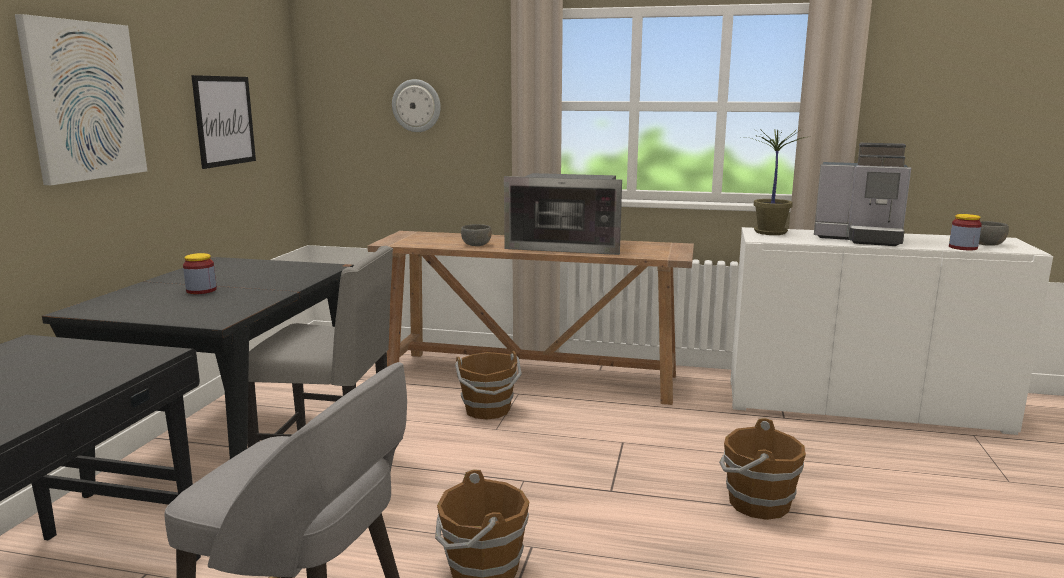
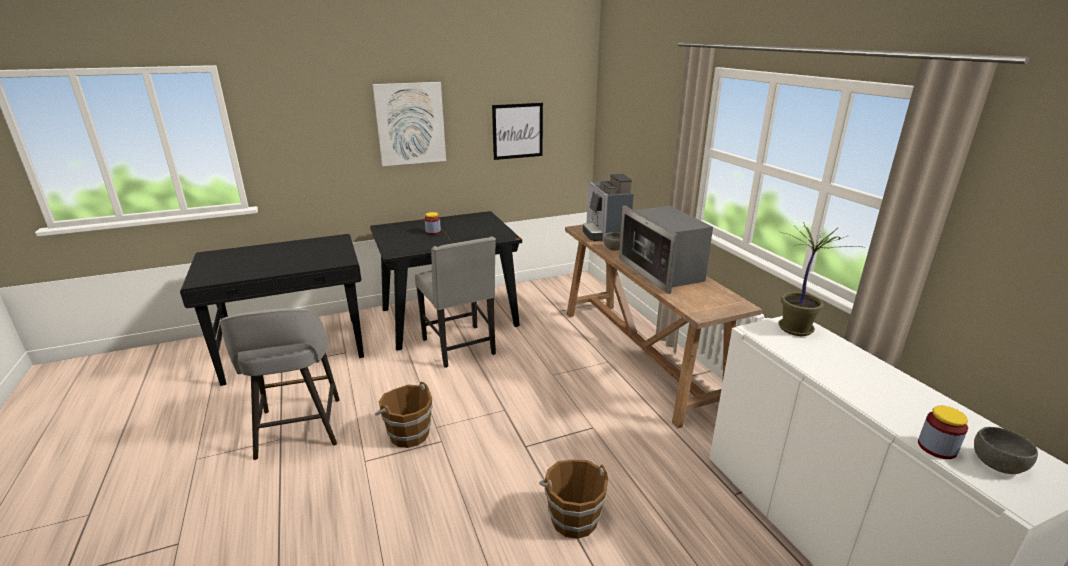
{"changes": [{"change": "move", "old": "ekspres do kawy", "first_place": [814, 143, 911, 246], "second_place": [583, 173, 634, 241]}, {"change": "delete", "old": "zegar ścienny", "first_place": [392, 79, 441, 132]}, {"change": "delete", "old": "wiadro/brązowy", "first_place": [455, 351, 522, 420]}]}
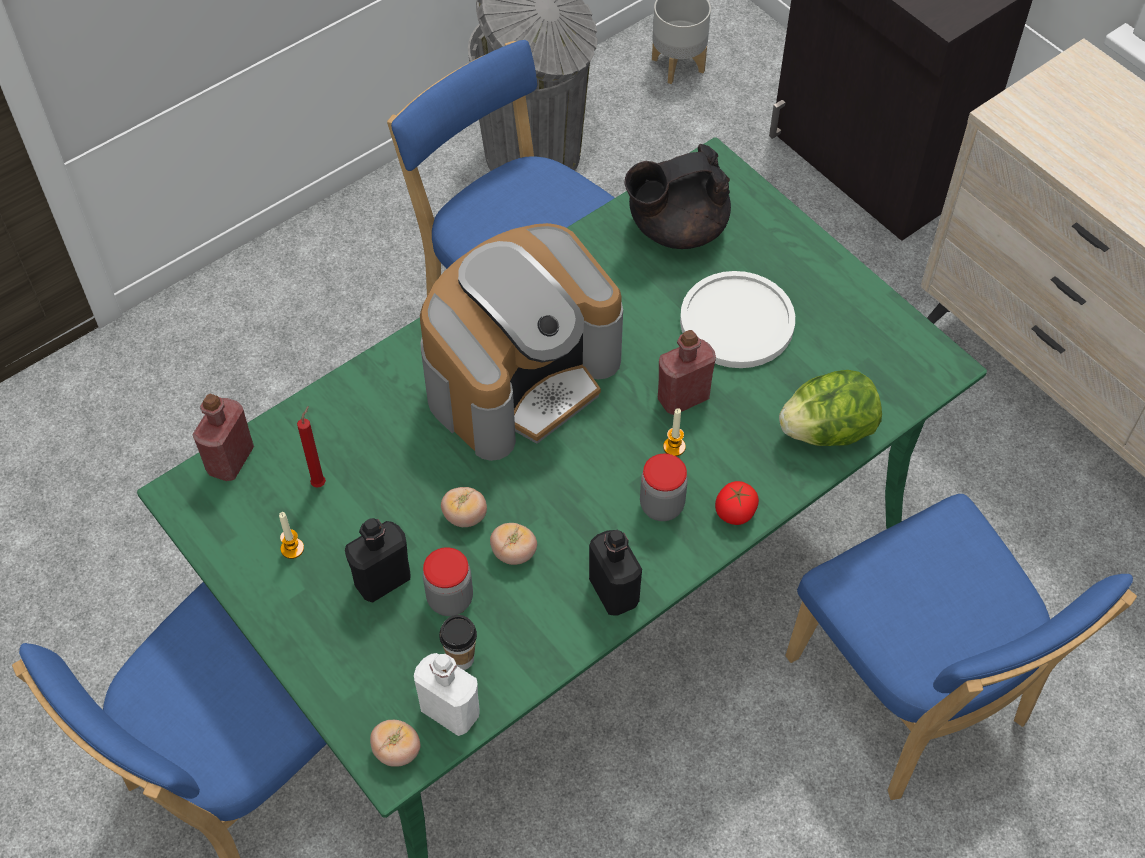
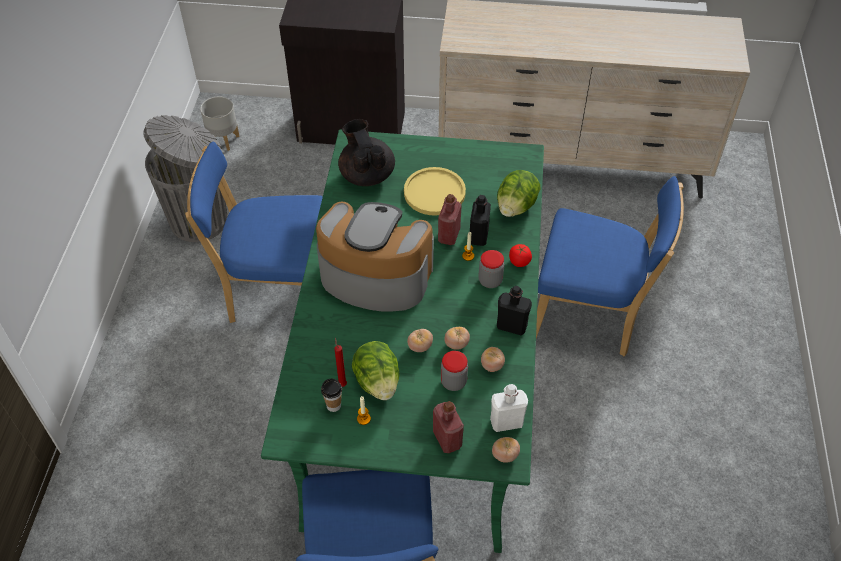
{"changes": [{"change": "rotate", "old": "ekspres do kawy", "first_place": [420, 223, 623, 461], "second_place": [316, 202, 434, 311], "degrees": -75}, {"change": "move", "old": "filiżanka", "first_place": [439, 615, 477, 670], "second_place": [321, 379, 342, 412]}, {"change": "rotate", "old": "imbryk/czarny", "first_place": [625, 144, 731, 249], "second_place": [338, 119, 395, 186], "degrees": 135}, {"change": "insert", "new": "sałata", "second_place": [352, 341, 400, 400]}, {"change": "recolor", "old": "talerz/biały", "new": "talerz/żółty", "first_place": [680, 271, 795, 368], "second_place": [404, 167, 466, 216]}, {"change": "move", "old": "butelka/czerwony", "first_place": [192, 394, 254, 481], "second_place": [433, 401, 464, 453]}, {"change": "move", "old": "butelka/czarny", "first_place": [345, 518, 410, 603], "second_place": [470, 195, 491, 246]}, {"change": "insert", "new": "pomidor", "second_place": [481, 347, 505, 372]}]}
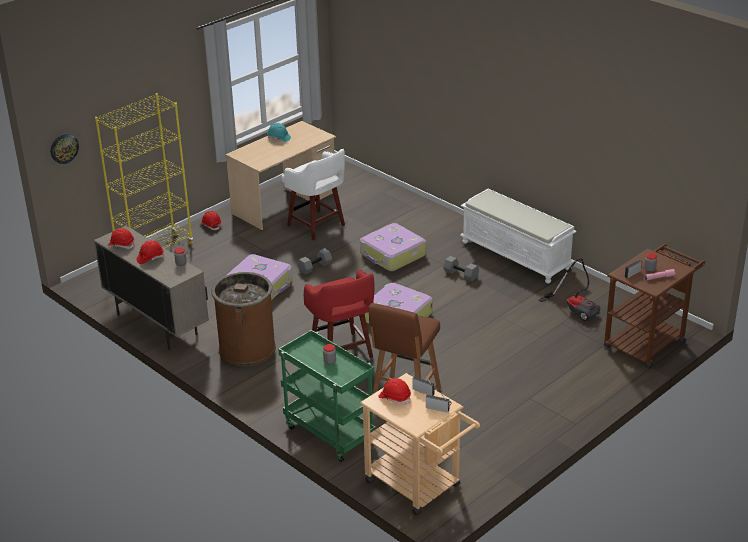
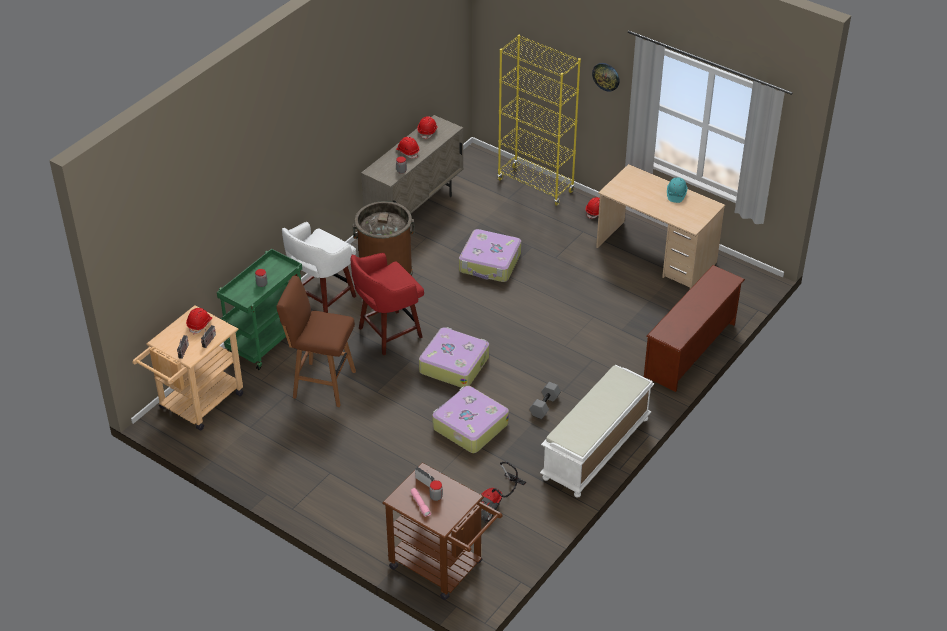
{"changes": [{"change": "move", "old": "stołek/biały", "first_place": [281, 149, 345, 241], "second_place": [282, 222, 356, 313]}, {"change": "move", "old": "walizka", "first_place": [360, 223, 426, 271], "second_place": [432, 386, 509, 453]}, {"change": "move", "old": "zegar ścienny", "first_place": [51, 133, 79, 164], "second_place": [592, 63, 619, 92]}, {"change": "insert", "new": "regał na buty/brązowy", "second_place": [644, 265, 745, 392]}, {"change": "delete", "old": "hantel/szary", "first_place": [297, 248, 332, 275]}]}
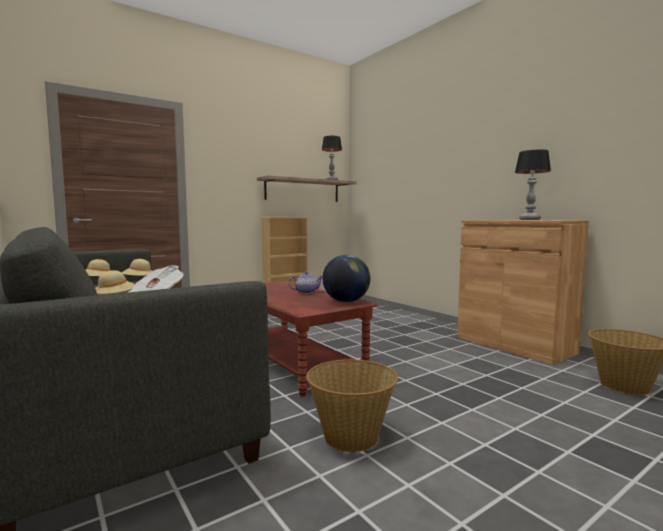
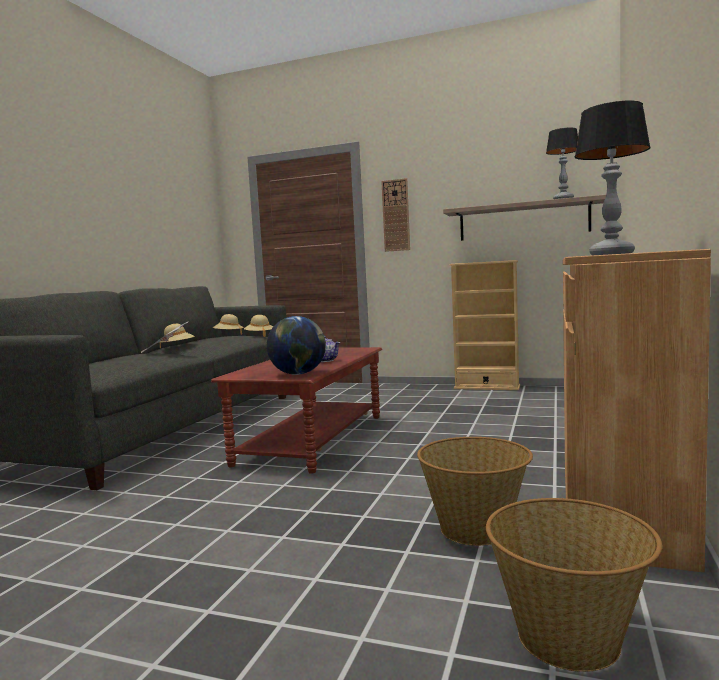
{"changes": [{"change": "insert", "new": "zegar ścienny", "second_place": [381, 178, 410, 252]}, {"change": "move", "old": "koszyk", "first_place": [306, 359, 398, 452], "second_place": [417, 437, 533, 546]}]}
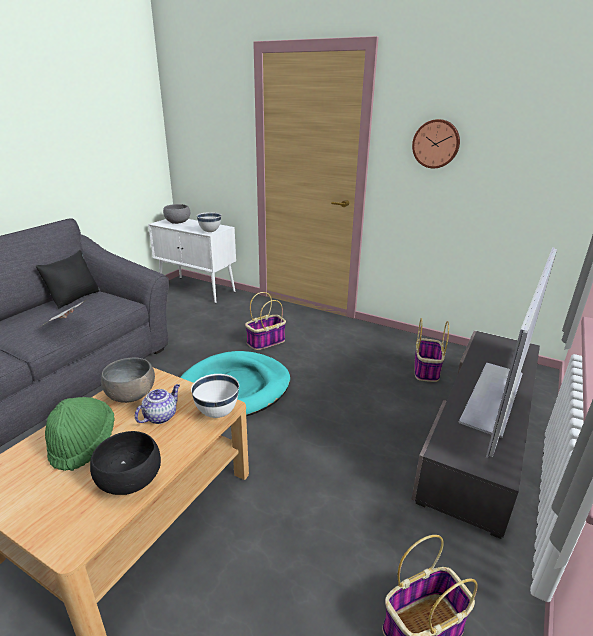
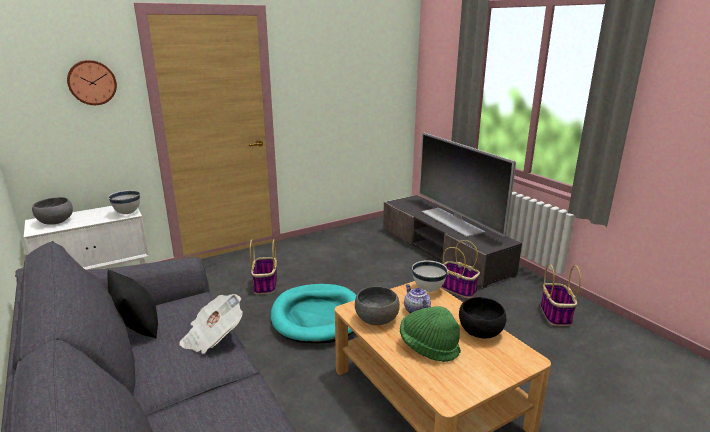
{"changes": [{"change": "move", "old": "zegar ścienny", "first_place": [412, 119, 460, 168], "second_place": [67, 60, 117, 105]}, {"change": "move", "old": "koszyk", "first_place": [414, 318, 449, 382], "second_place": [441, 240, 480, 298]}]}
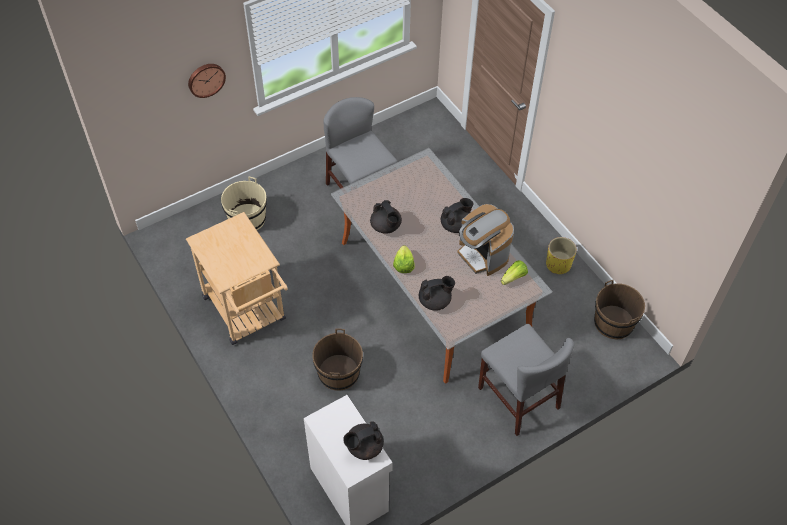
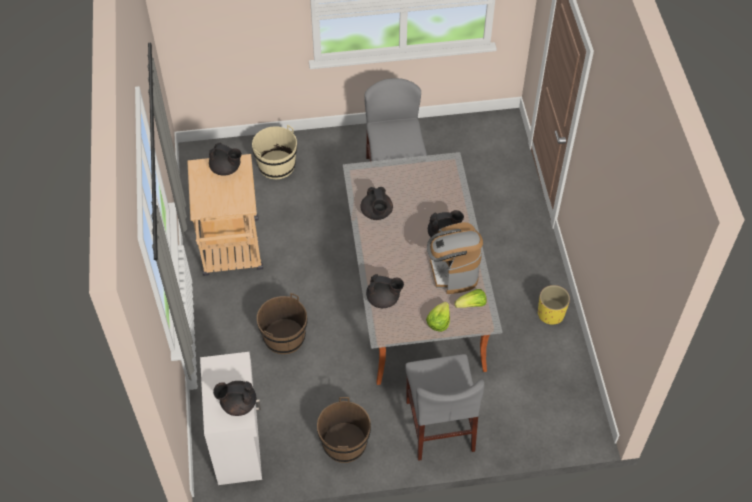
{"changes": [{"change": "insert", "new": "imbryk/czarny", "second_place": [209, 142, 242, 176]}, {"change": "move", "old": "wiadro/brązowy", "first_place": [594, 280, 645, 339], "second_place": [317, 397, 371, 463]}, {"change": "move", "old": "sałata", "first_place": [393, 245, 415, 273], "second_place": [426, 302, 450, 332]}, {"change": "delete", "old": "zegar ścienny", "first_place": [188, 64, 226, 98]}]}
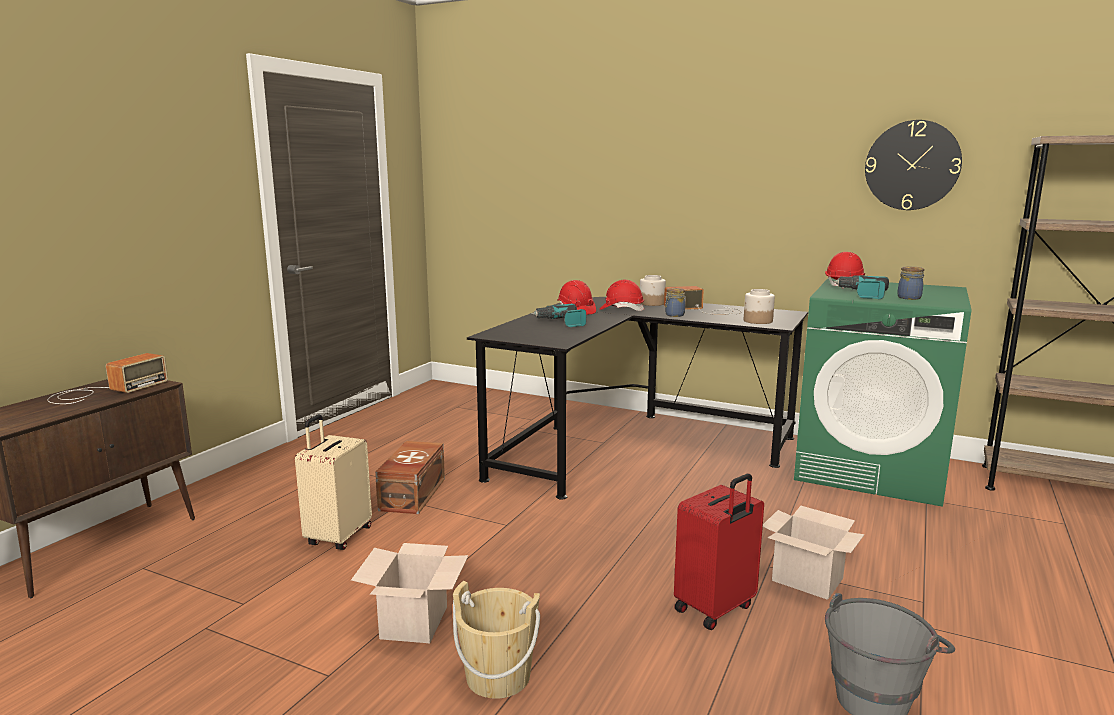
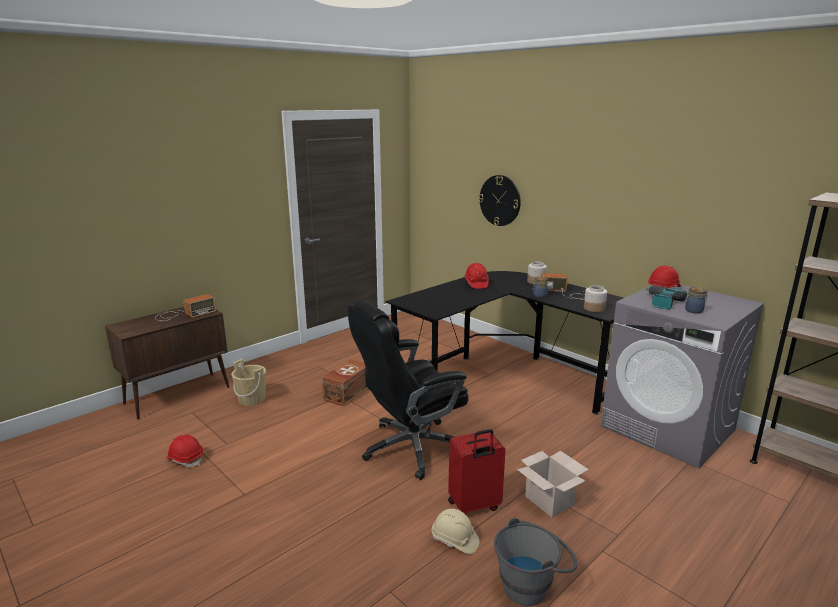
{"changes": [{"change": "move", "old": "kask/czerwony", "first_place": [599, 280, 644, 311], "second_place": [166, 435, 203, 467]}, {"change": "move", "old": "wiadro/beżowy", "first_place": [453, 581, 540, 699], "second_place": [232, 359, 266, 406]}, {"change": "insert", "new": "krzesło biurowe/czarny", "second_place": [347, 300, 469, 480]}, {"change": "insert", "new": "kask/beżowy", "second_place": [432, 509, 479, 554]}, {"change": "move", "old": "zegar ścienny", "first_place": [865, 120, 962, 210], "second_place": [479, 175, 521, 226]}, {"change": "recolor", "old": "pralka/zielony", "new": "pralka/szary", "first_place": [794, 279, 971, 507], "second_place": [601, 285, 764, 469]}, {"change": "delete", "old": "walizka/beżowy", "first_place": [295, 414, 372, 550]}, {"change": "delete", "old": "karton", "first_place": [351, 543, 468, 643]}, {"change": "delete", "old": "wiertarka", "first_place": [531, 304, 586, 327]}]}
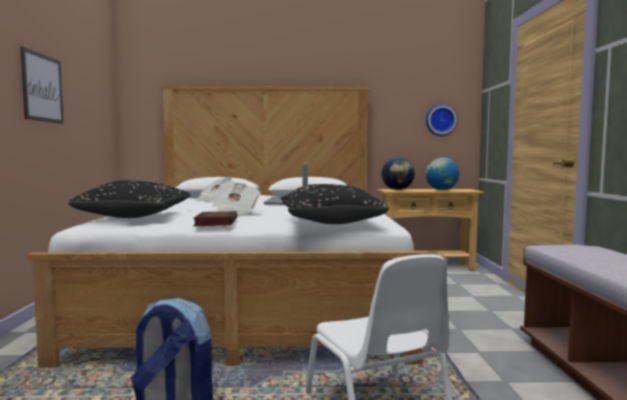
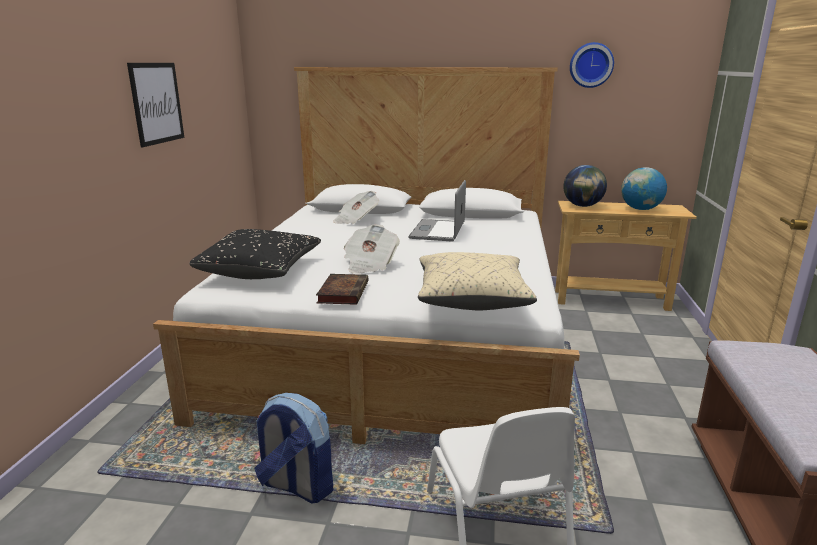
{"changes": [{"change": "recolor", "old": "poduszka/czarny", "new": "poduszka/beżowy", "first_place": [281, 184, 389, 224], "second_place": [418, 252, 537, 310]}, {"change": "move", "old": "zegar ścienny", "first_place": [426, 104, 458, 136], "second_place": [570, 42, 614, 88]}]}
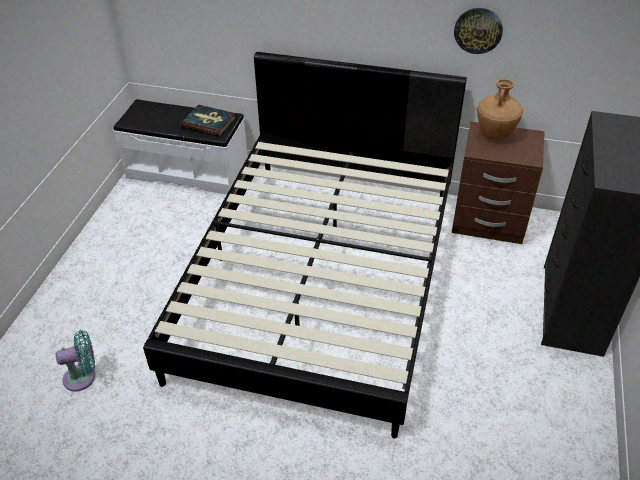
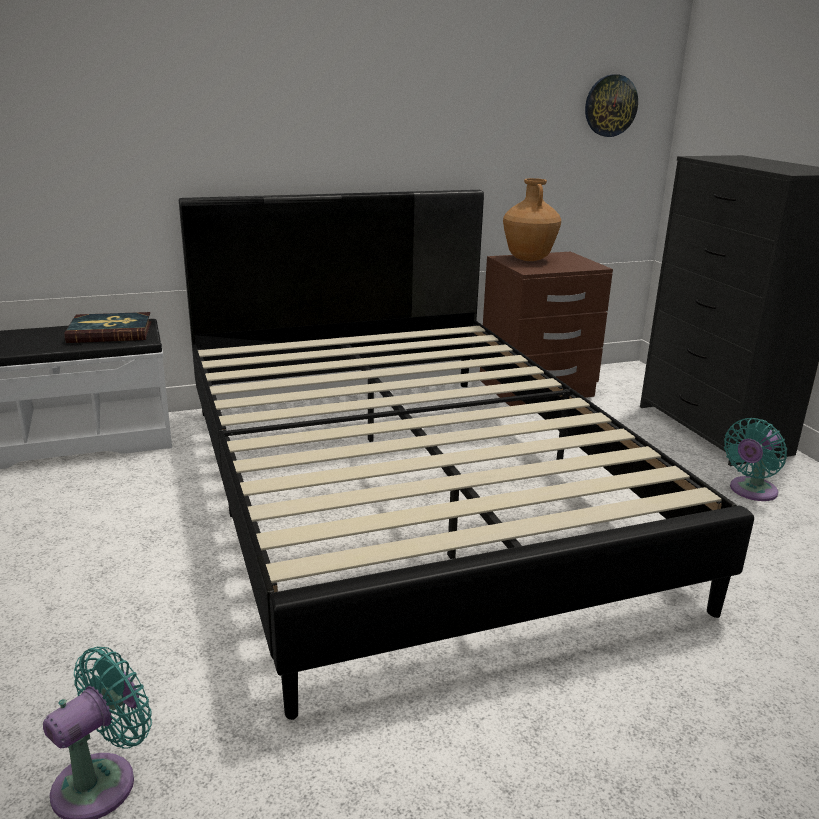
{"changes": [{"change": "move", "old": "zegar ścienny", "first_place": [454, 8, 503, 54], "second_place": [585, 74, 638, 137]}, {"change": "insert", "new": "wentylator/turkusowy", "second_place": [724, 418, 787, 501]}]}
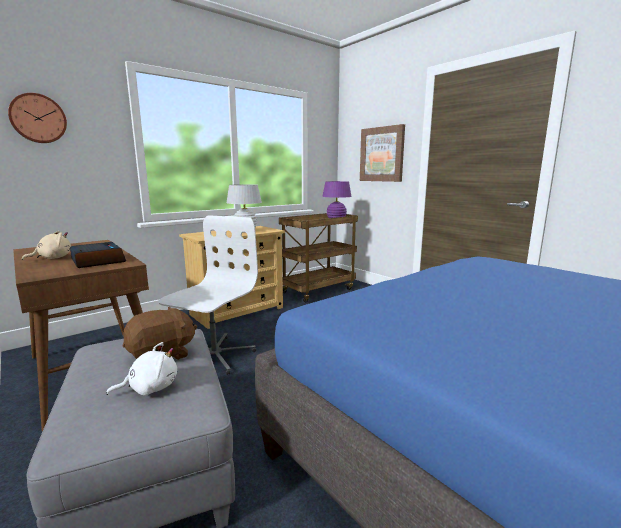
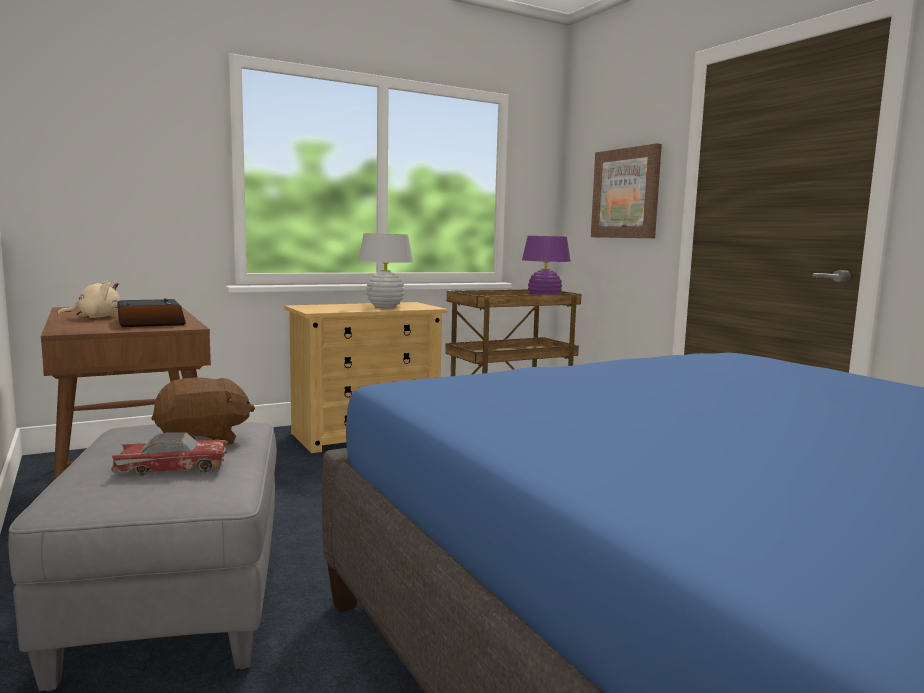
{"changes": [{"change": "replace", "old": "pluszak/biały", "new": "samochodzik", "first_place": [106, 342, 177, 396], "second_place": [111, 433, 228, 476]}, {"change": "delete", "old": "zegar ścienny", "first_place": [8, 93, 67, 143]}, {"change": "delete", "old": "krzesło biurowe/biały", "first_place": [158, 215, 258, 375]}]}
